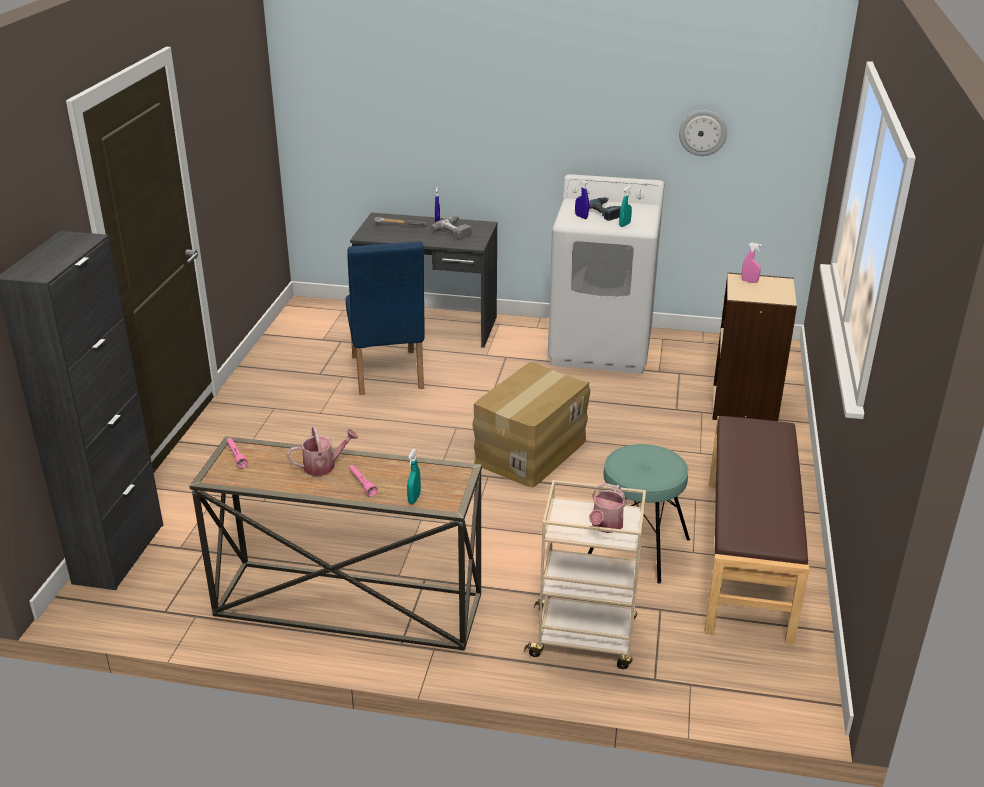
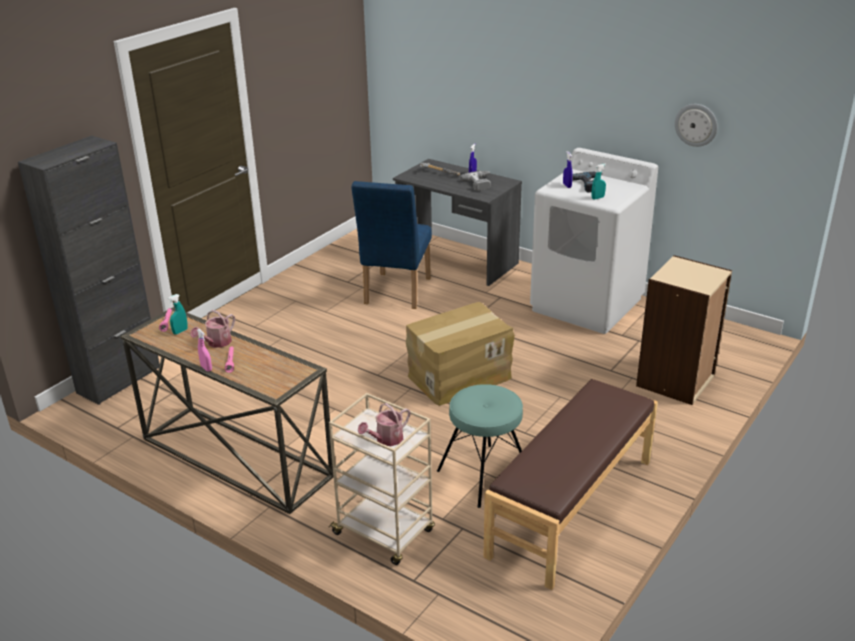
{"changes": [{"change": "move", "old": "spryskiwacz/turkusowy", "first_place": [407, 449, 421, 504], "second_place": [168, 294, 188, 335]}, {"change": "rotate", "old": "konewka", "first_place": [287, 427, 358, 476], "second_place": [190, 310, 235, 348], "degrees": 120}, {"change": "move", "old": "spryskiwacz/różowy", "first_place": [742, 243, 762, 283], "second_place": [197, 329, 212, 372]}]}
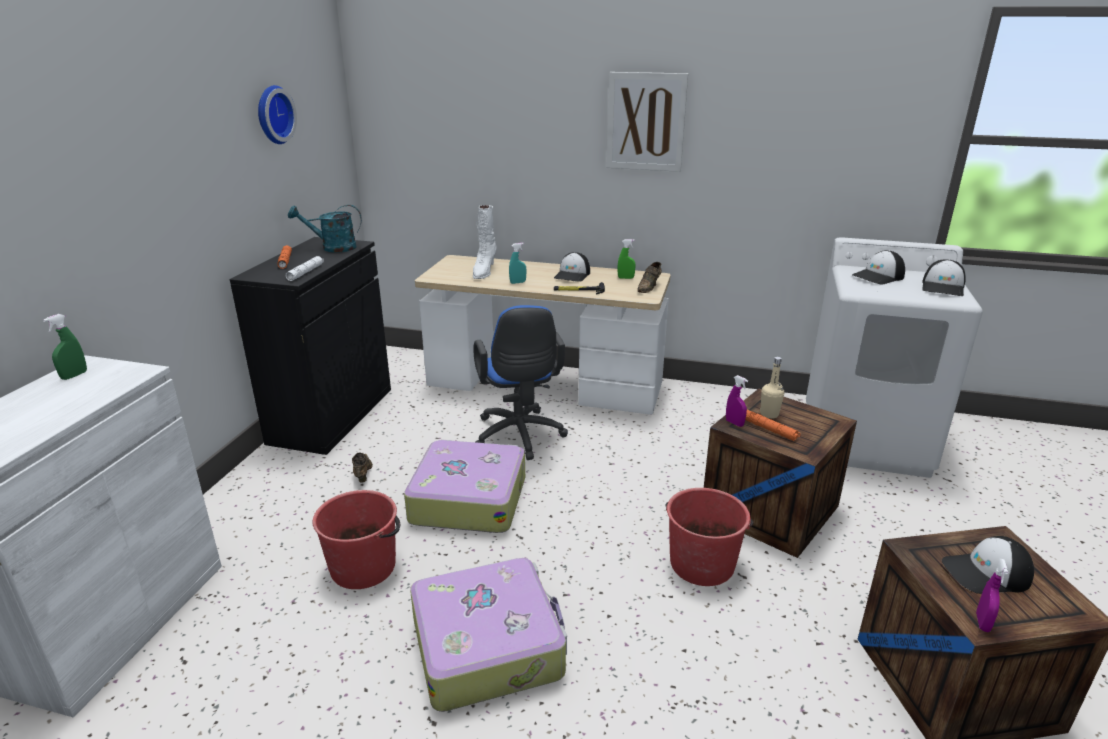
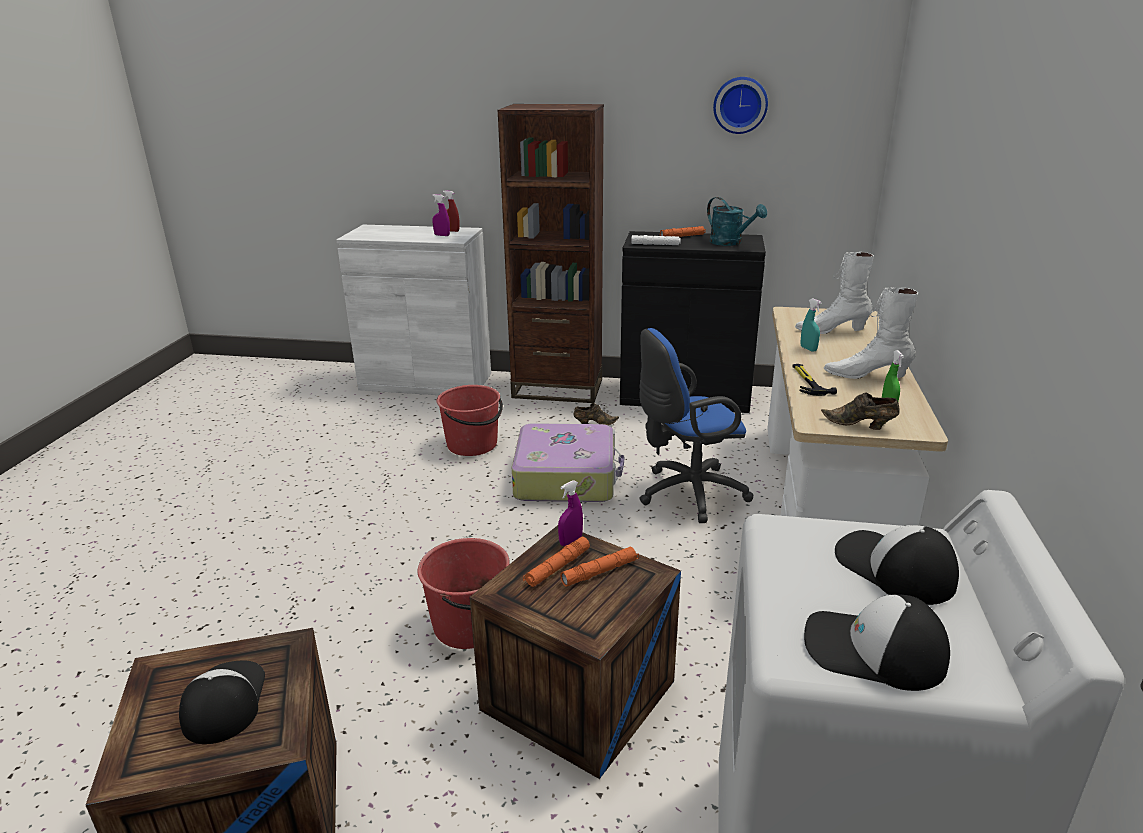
{"changes": [{"change": "move", "old": "spryskiwacz/fioletowy", "first_place": [976, 558, 1008, 632], "second_place": [432, 194, 450, 236]}, {"change": "recolor", "old": "spryskiwacz/zielony", "new": "spryskiwacz/czerwony", "first_place": [43, 314, 87, 380], "second_place": [443, 190, 459, 232]}, {"change": "insert", "new": "regał/brązowy", "second_place": [498, 104, 604, 403]}, {"change": "replace", "old": "butelka/beżowy", "new": "latarka/pomarańczowy", "first_place": [760, 357, 784, 419], "second_place": [560, 546, 639, 586]}, {"change": "rotate", "old": "konewka/turkusowy", "first_place": [288, 205, 362, 252], "second_place": [707, 197, 767, 246], "degrees": 150}, {"change": "replace", "old": "czapka z daszkiem", "new": "but z cholewką/biały", "first_place": [554, 252, 590, 282], "second_place": [824, 287, 918, 379]}, {"change": "delete", "old": "walizka", "first_place": [410, 558, 567, 712]}, {"change": "delete", "old": "obraz", "first_place": [606, 72, 688, 172]}]}
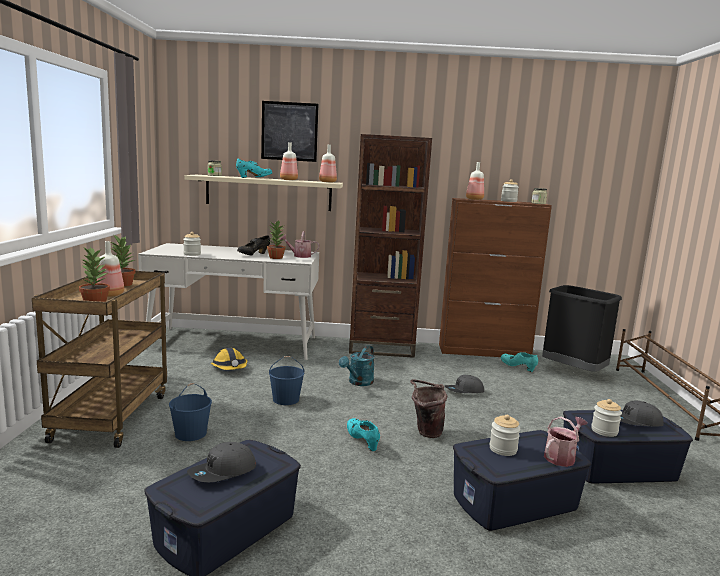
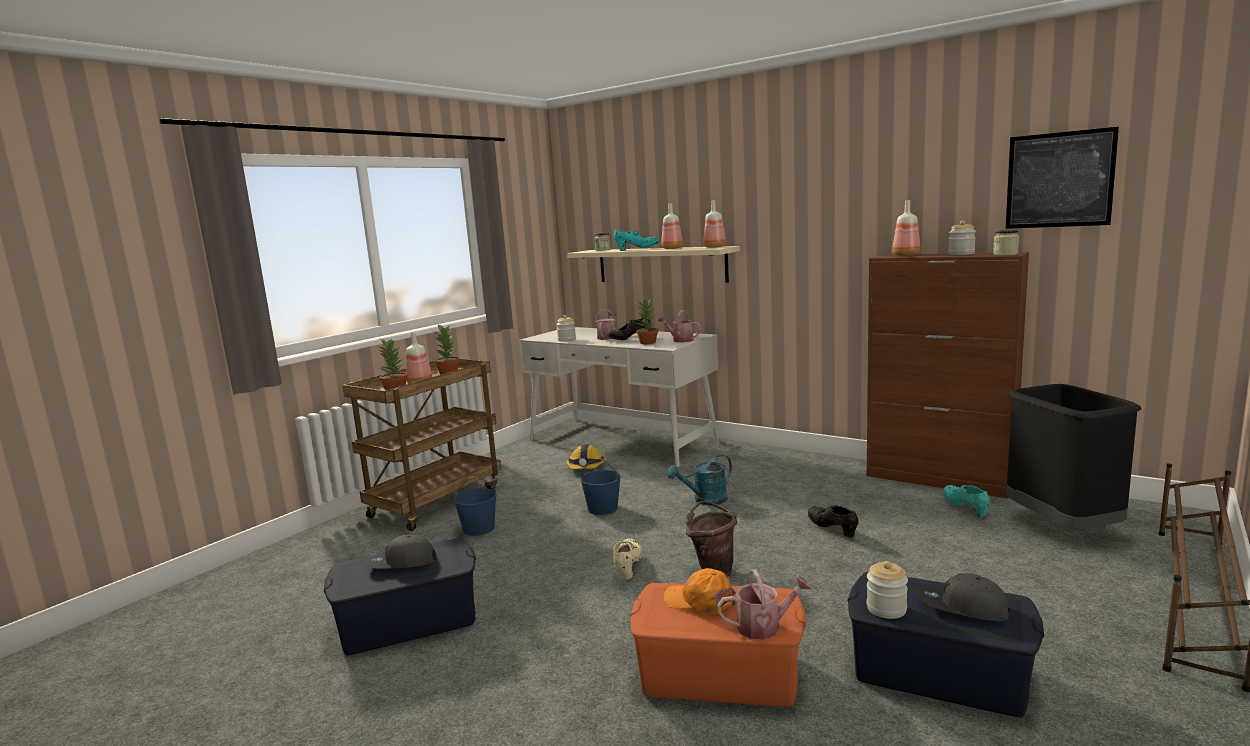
{"changes": [{"change": "insert", "new": "konewka", "second_place": [595, 310, 616, 340]}, {"change": "recolor", "old": "but/turkusowy", "new": "but/beżowy", "first_place": [347, 418, 380, 451], "second_place": [613, 538, 642, 580]}, {"change": "recolor", "old": "pojemnik do przechowywania/niebieski", "new": "pojemnik do przechowywania/pomarańczowy", "first_place": [453, 430, 591, 531], "second_place": [630, 583, 806, 707]}, {"change": "replace", "old": "słoik", "new": "czapka z daszkiem/pomarańczowy", "first_place": [489, 415, 520, 456], "second_place": [664, 568, 736, 615]}, {"change": "replace", "old": "czapka z daszkiem/szary", "new": "but/czarny", "first_place": [445, 375, 484, 393], "second_place": [808, 505, 859, 538]}, {"change": "move", "old": "obraz", "first_place": [261, 101, 318, 162], "second_place": [1006, 127, 1119, 229]}, {"change": "delete", "old": "regał/brązowy", "first_place": [349, 134, 432, 358]}]}
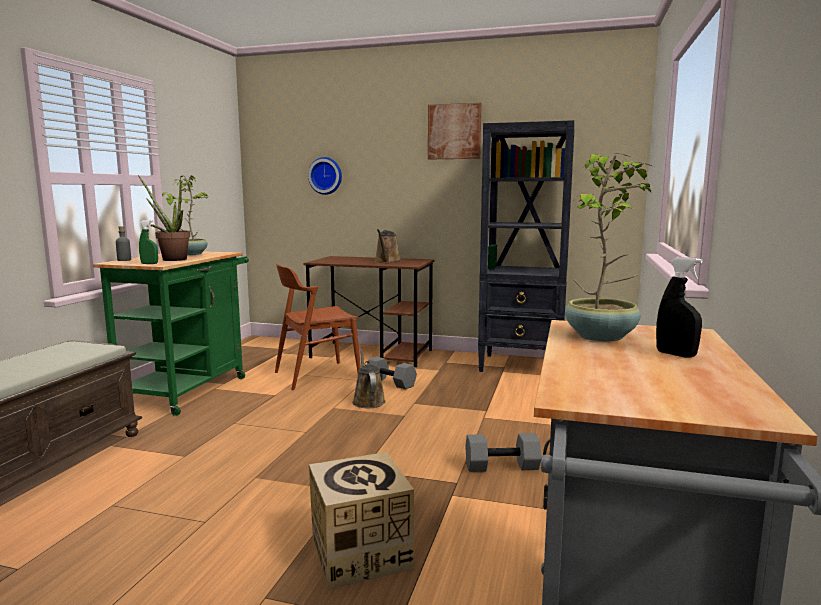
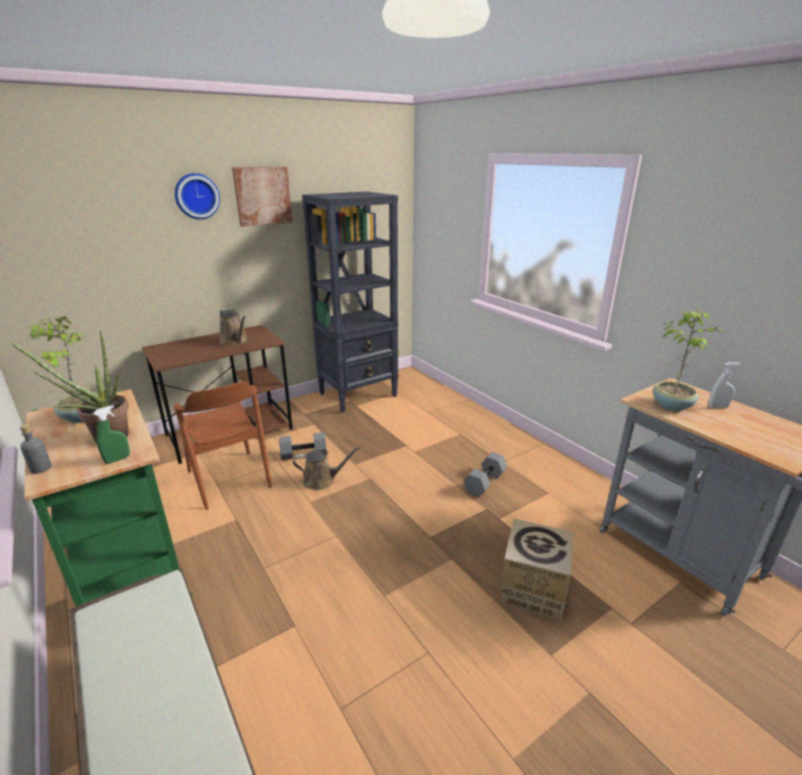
{"changes": [{"change": "rotate", "old": "krzesło/brązowy", "first_place": [275, 263, 361, 390], "second_place": [173, 381, 272, 510], "degrees": -45}, {"change": "move", "old": "zegar ścienny", "first_place": [308, 157, 342, 195], "second_place": [175, 173, 220, 219]}, {"change": "rotate", "old": "konewka/brązowy", "first_place": [352, 349, 386, 408], "second_place": [293, 447, 360, 490], "degrees": 150}, {"change": "recolor", "old": "spryskiwacz/czarny", "new": "spryskiwacz/biały", "first_place": [656, 257, 702, 357], "second_place": [708, 362, 741, 408]}]}
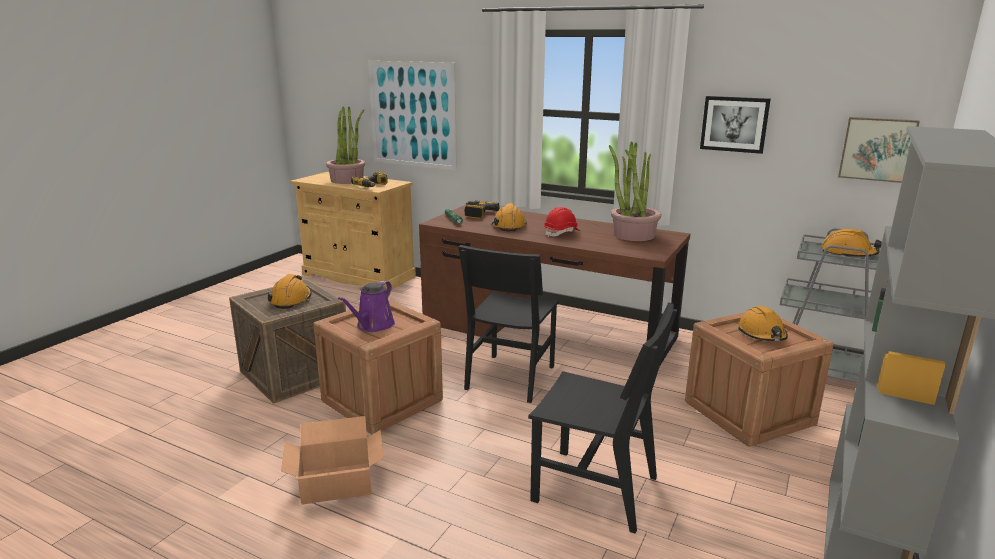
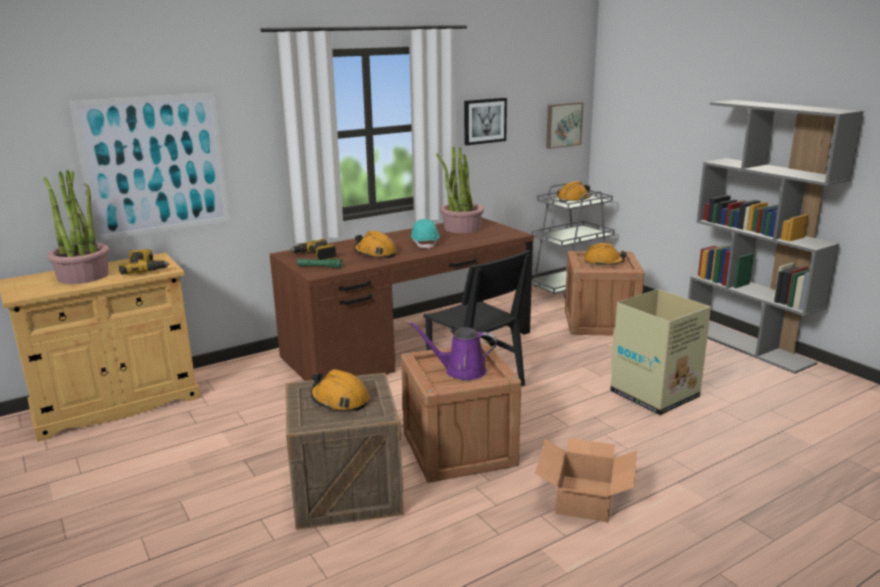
{"changes": [{"change": "rotate", "old": "konewka/fioletowy", "first_place": [338, 281, 395, 332], "second_place": [409, 321, 497, 380], "degrees": 135}, {"change": "recolor", "old": "kask/czerwony", "new": "kask/turkusowy", "first_place": [544, 207, 580, 237], "second_place": [410, 219, 440, 249]}, {"change": "replace", "old": "krzesło/czarny", "new": "karton", "first_place": [528, 302, 677, 534], "second_place": [610, 289, 711, 415]}]}
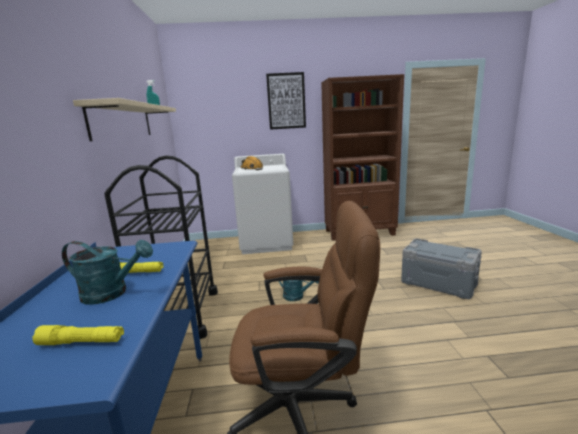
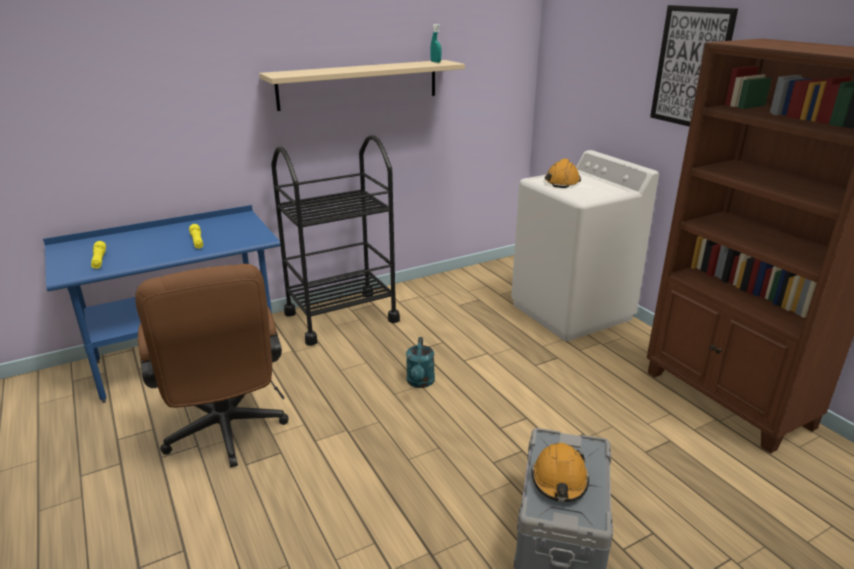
{"changes": [{"change": "insert", "new": "kask/pomarańczowy", "second_place": [531, 443, 589, 502]}, {"change": "delete", "old": "konewka/turkusowy", "first_place": [62, 240, 153, 305]}]}
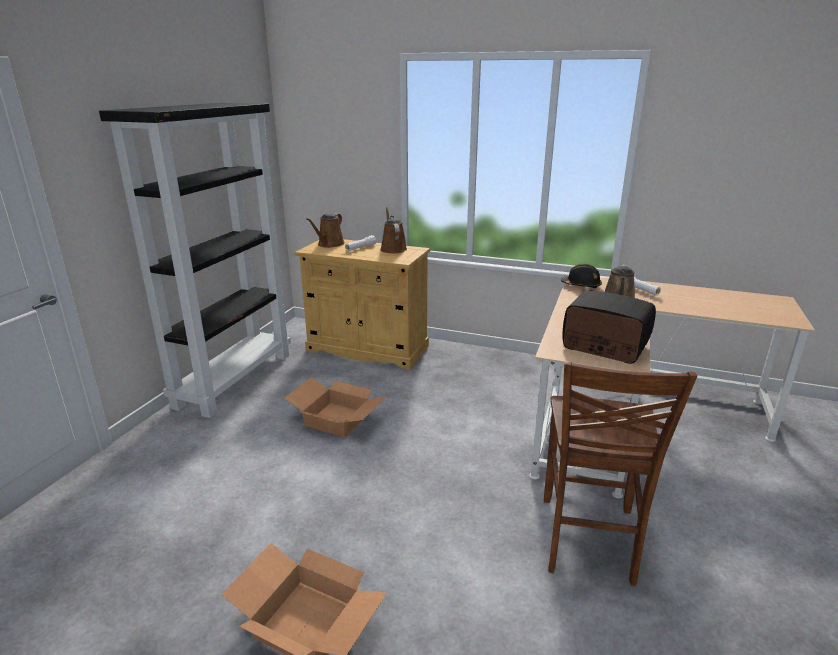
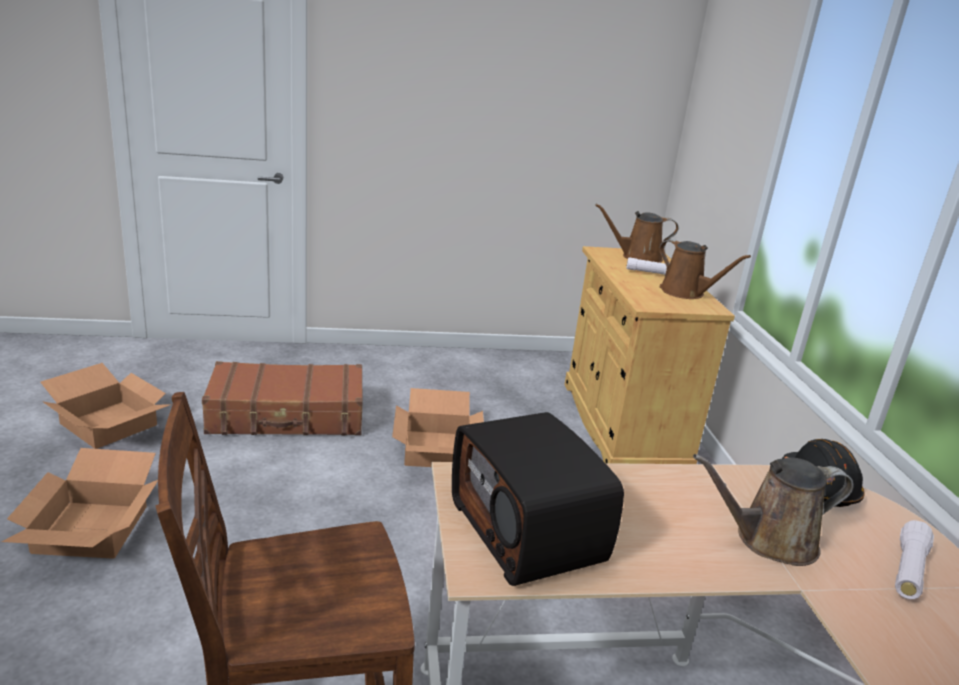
{"changes": [{"change": "insert", "new": "karton", "second_place": [40, 363, 172, 449]}, {"change": "insert", "new": "walizka/brązowy", "second_place": [202, 361, 363, 435]}, {"change": "rotate", "old": "radio", "first_place": [563, 290, 656, 364], "second_place": [452, 412, 624, 586], "degrees": 150}, {"change": "rotate", "old": "konewka/brązowy", "first_place": [380, 207, 407, 253], "second_place": [659, 239, 751, 299], "degrees": 90}, {"change": "delete", "old": "regał/czarny", "first_place": [99, 103, 291, 418]}]}
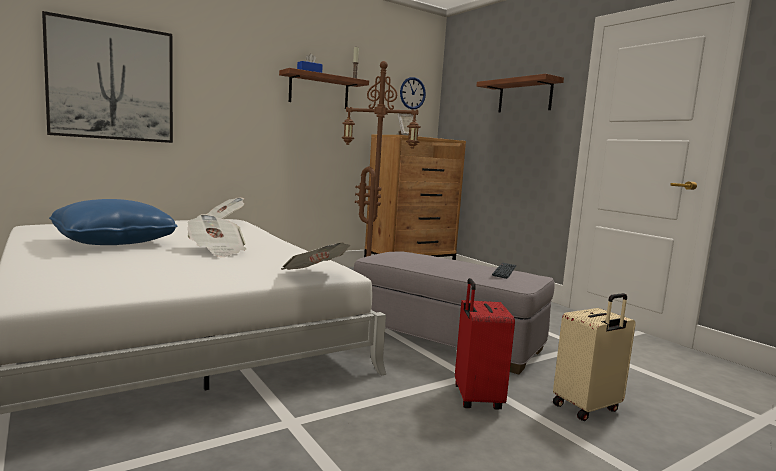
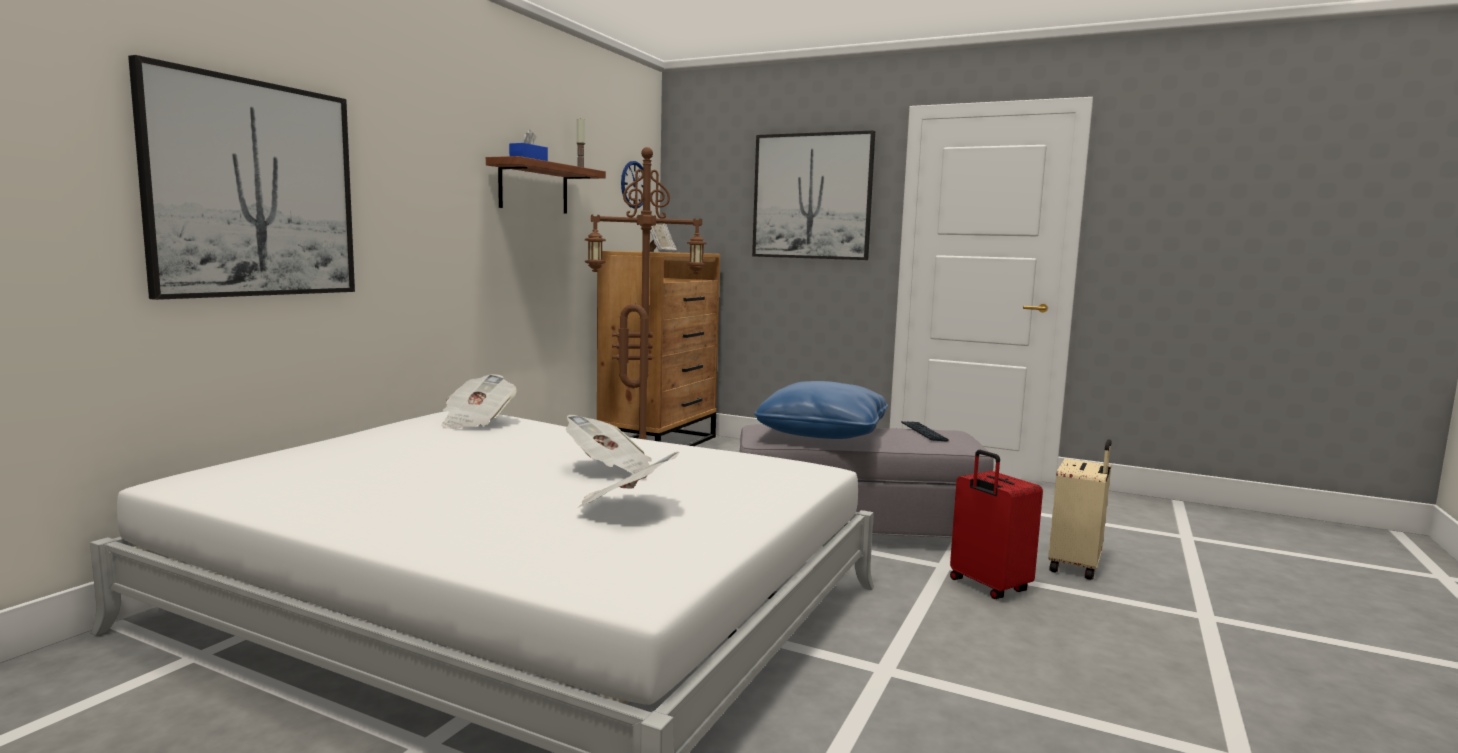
{"changes": [{"change": "move", "old": "gazeta", "first_place": [281, 243, 350, 270], "second_place": [576, 452, 680, 509]}, {"change": "replace", "old": "półka", "new": "obraz", "first_place": [477, 74, 564, 113], "second_place": [752, 130, 875, 260]}, {"change": "move", "old": "poduszka/niebieski", "first_place": [49, 199, 178, 245], "second_place": [754, 381, 888, 439]}]}
